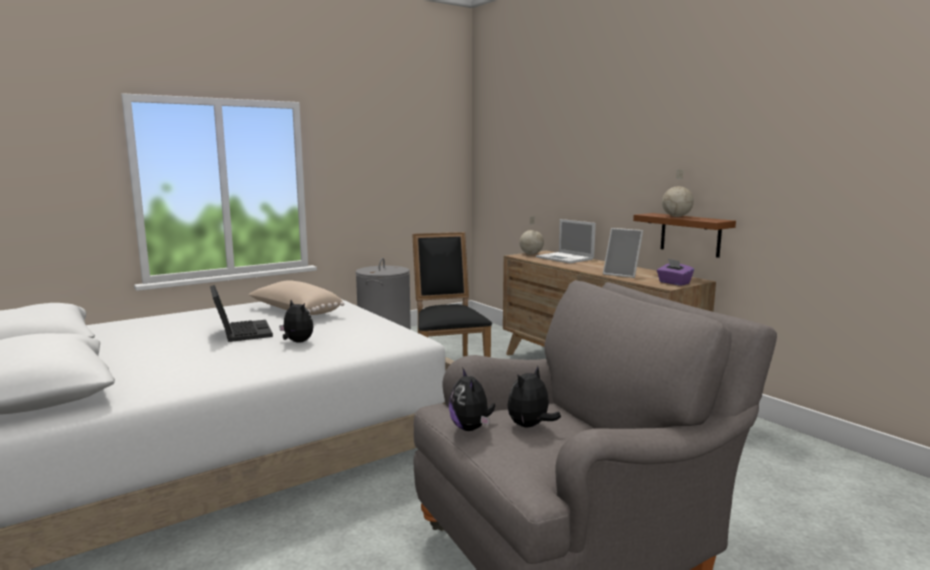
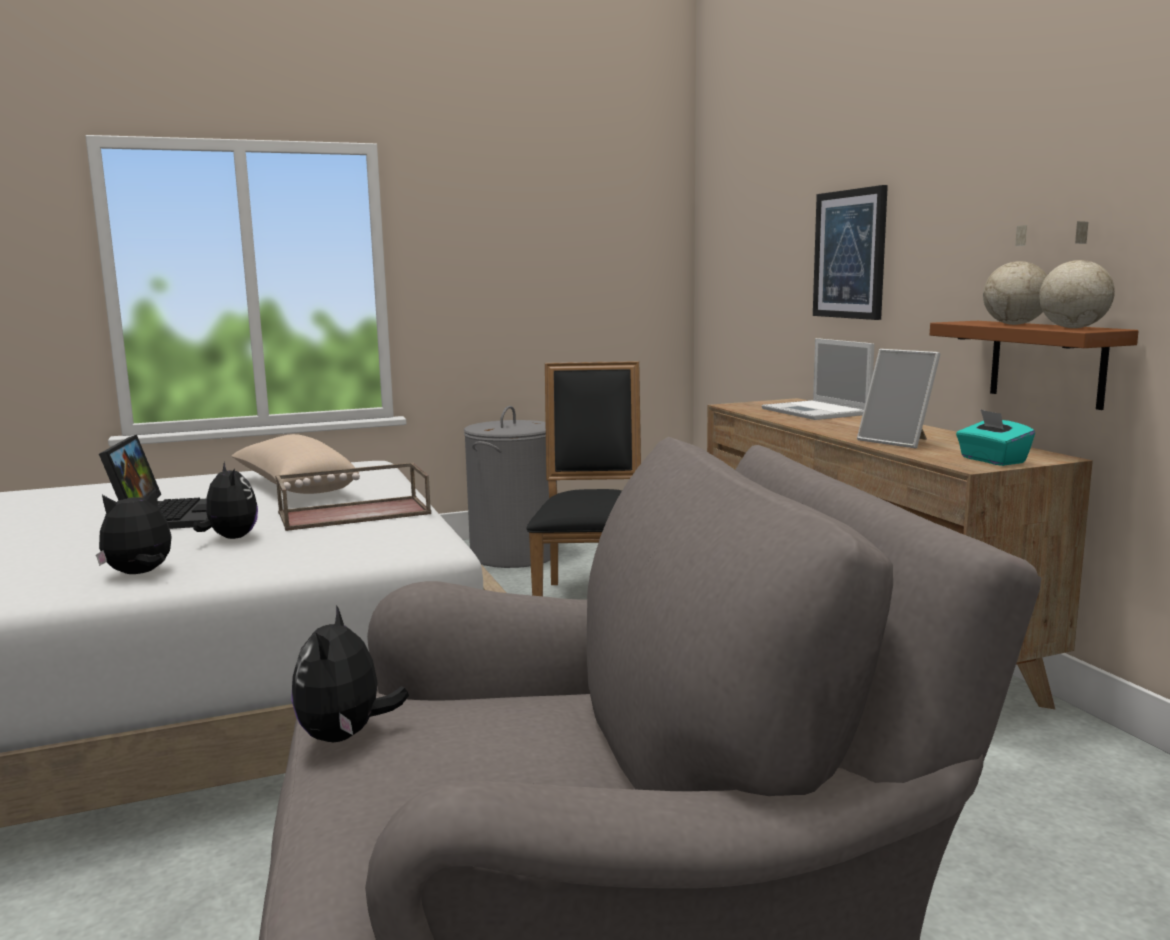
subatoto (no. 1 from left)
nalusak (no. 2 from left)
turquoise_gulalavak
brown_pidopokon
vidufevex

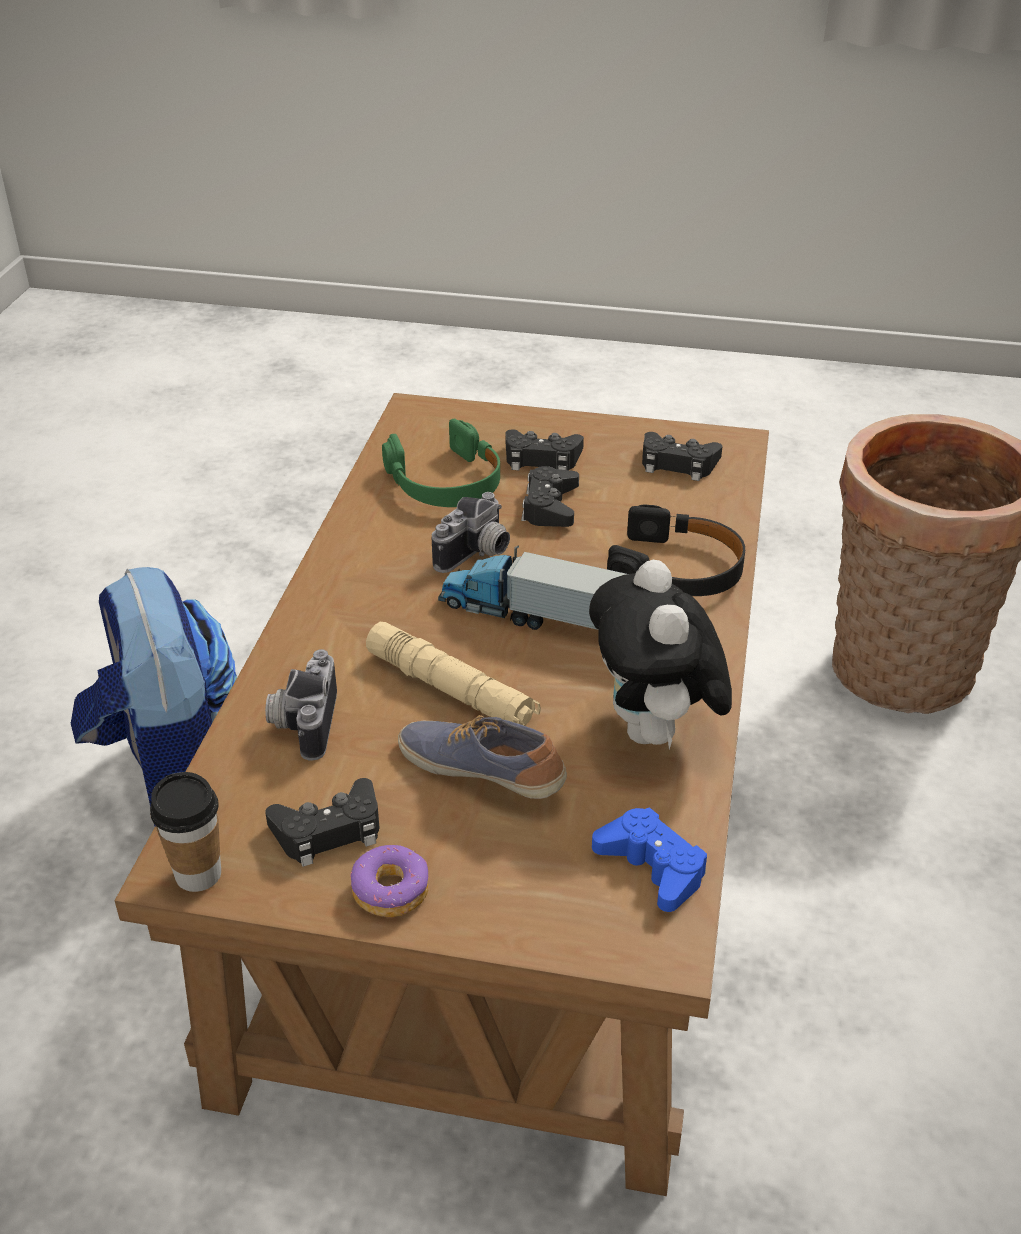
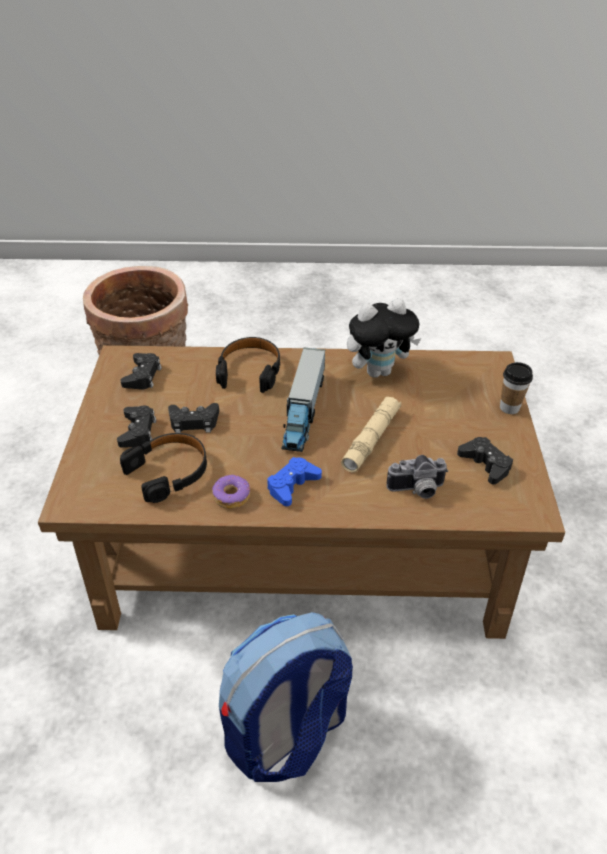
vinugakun
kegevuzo
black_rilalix (no. 1 from left)
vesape
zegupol (no. 2 from left in the first image)
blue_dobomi

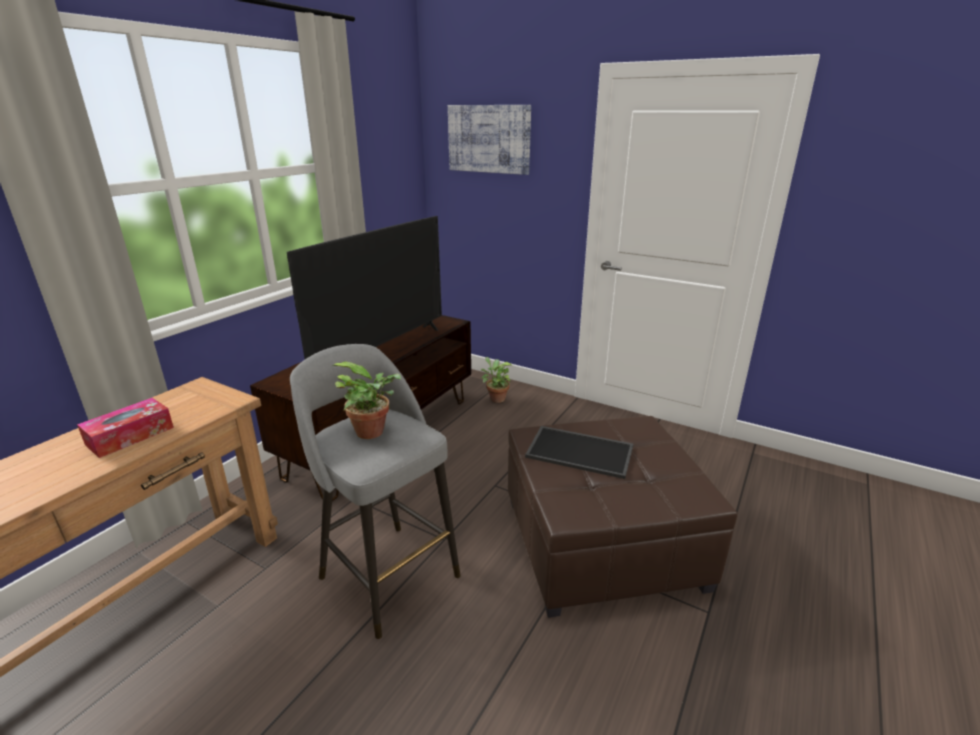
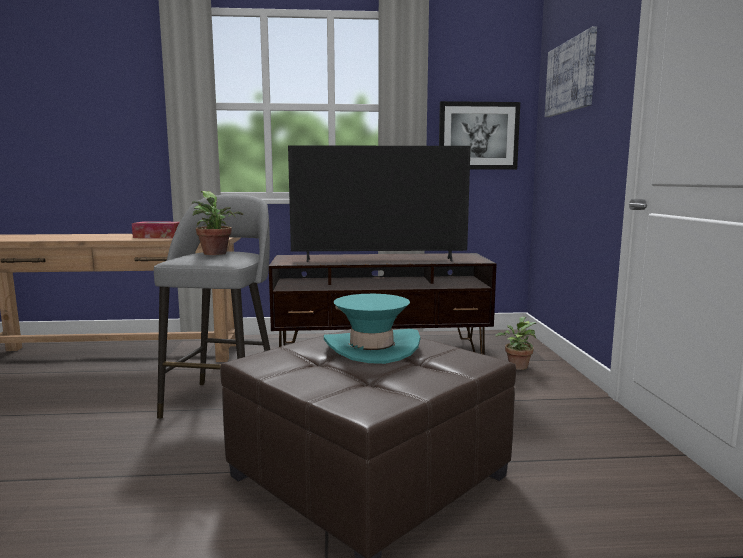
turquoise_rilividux
vidufevex (no. 1 from left)

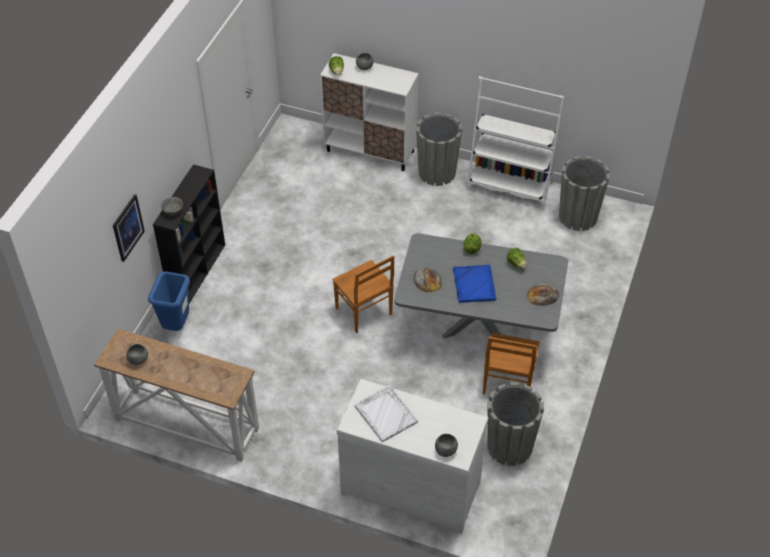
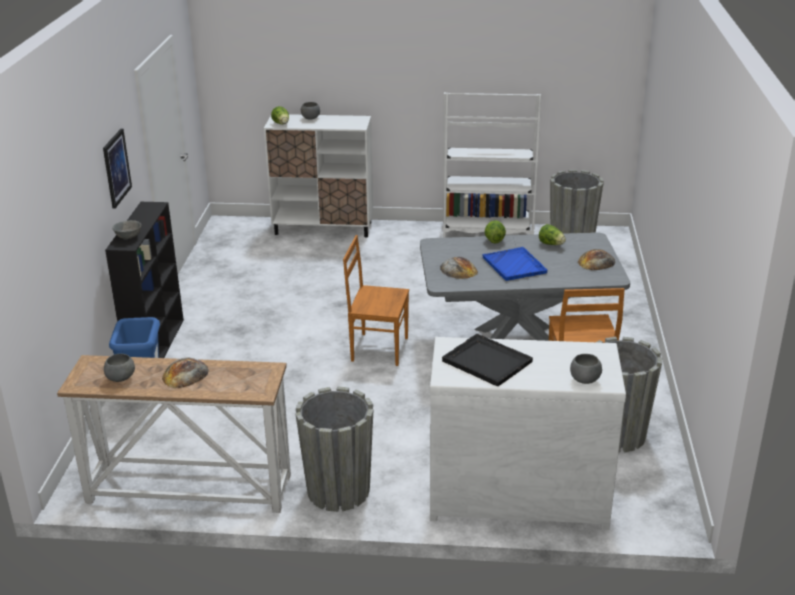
vidufevex
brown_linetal (no. 1 from left)
black_pidopokon
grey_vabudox (no. 1 from left)
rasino (no. 1 from left)

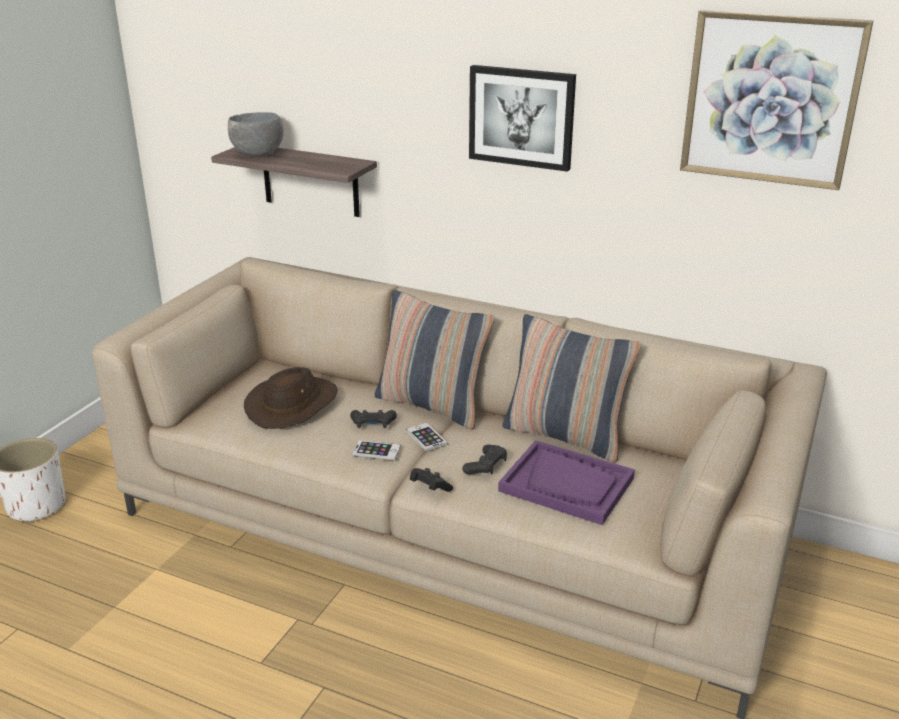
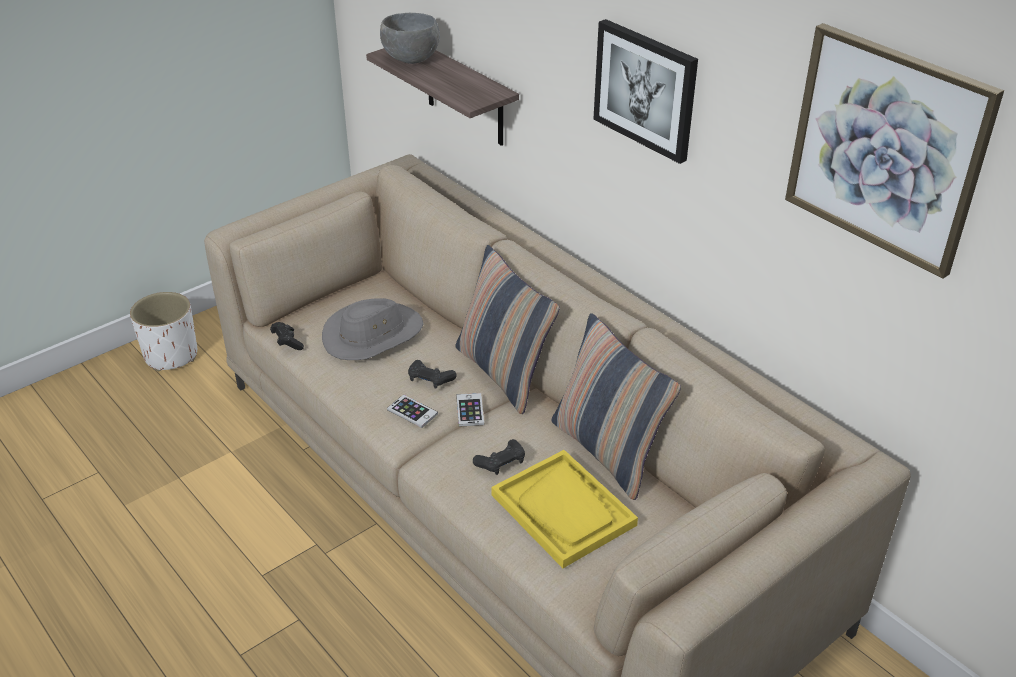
grey_rilividux
black_dobomi (no. 1 from left)
yellow_pidopokon

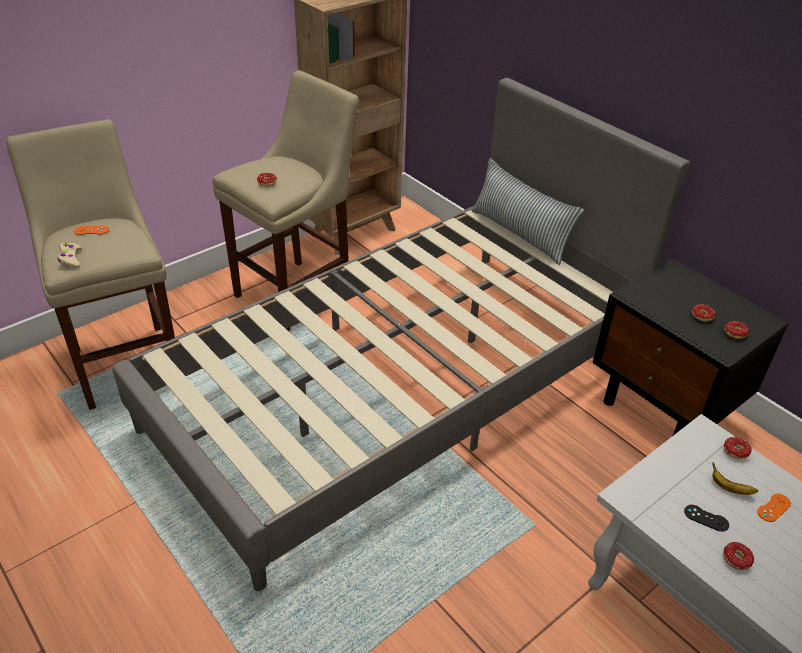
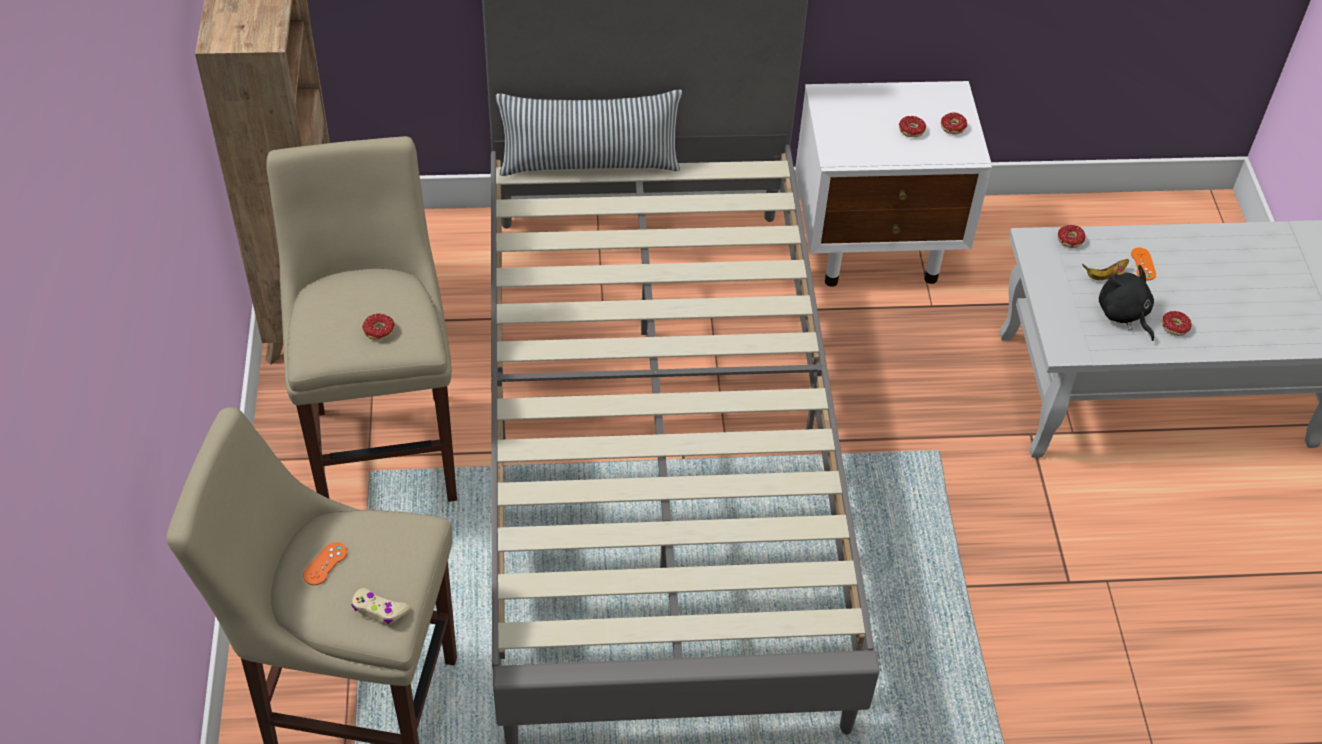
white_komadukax
black_subatoto

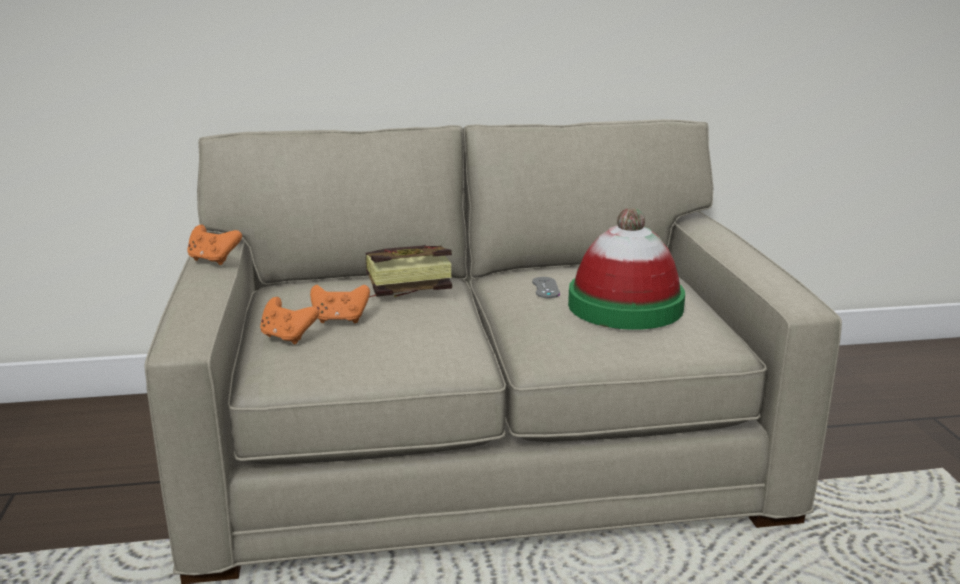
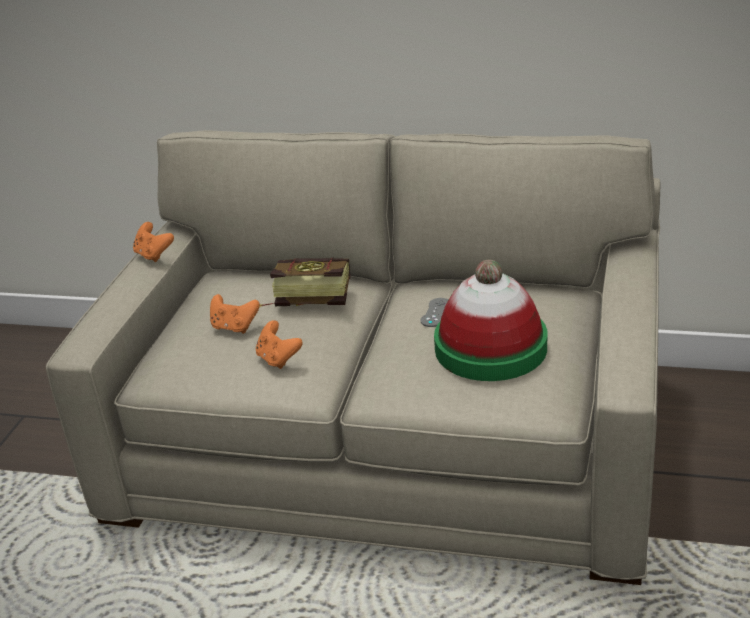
orange_dobomi (no. 3 from left)

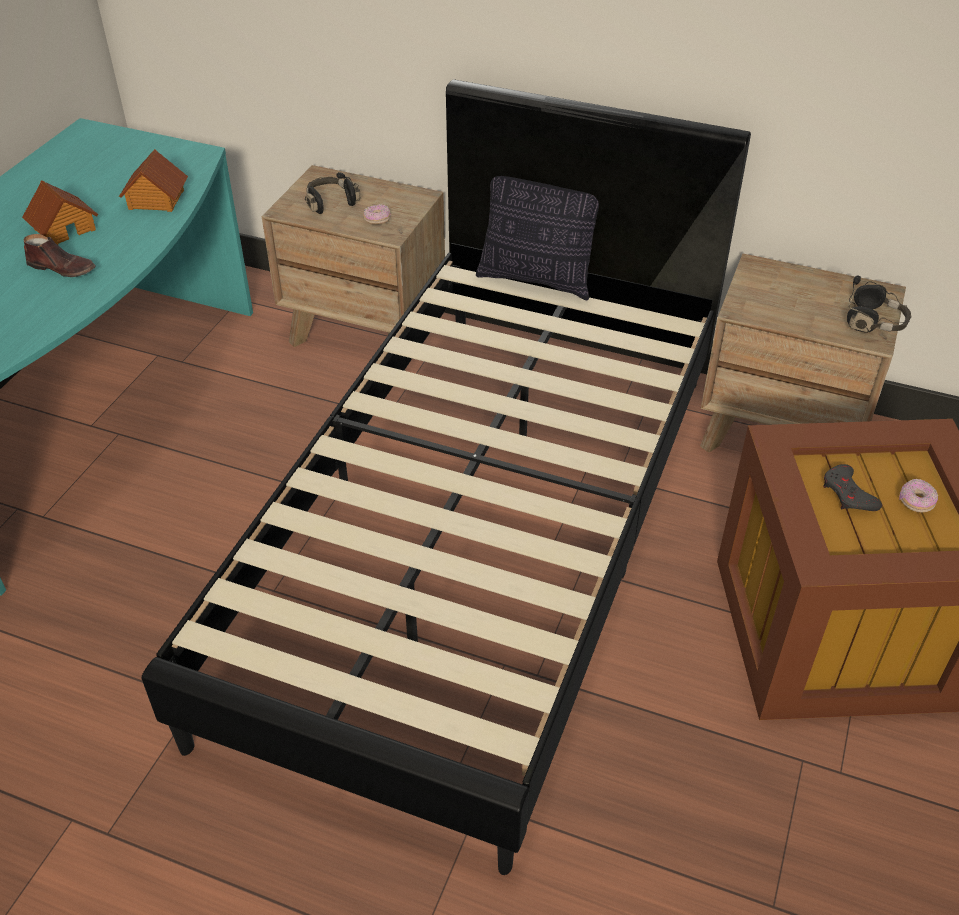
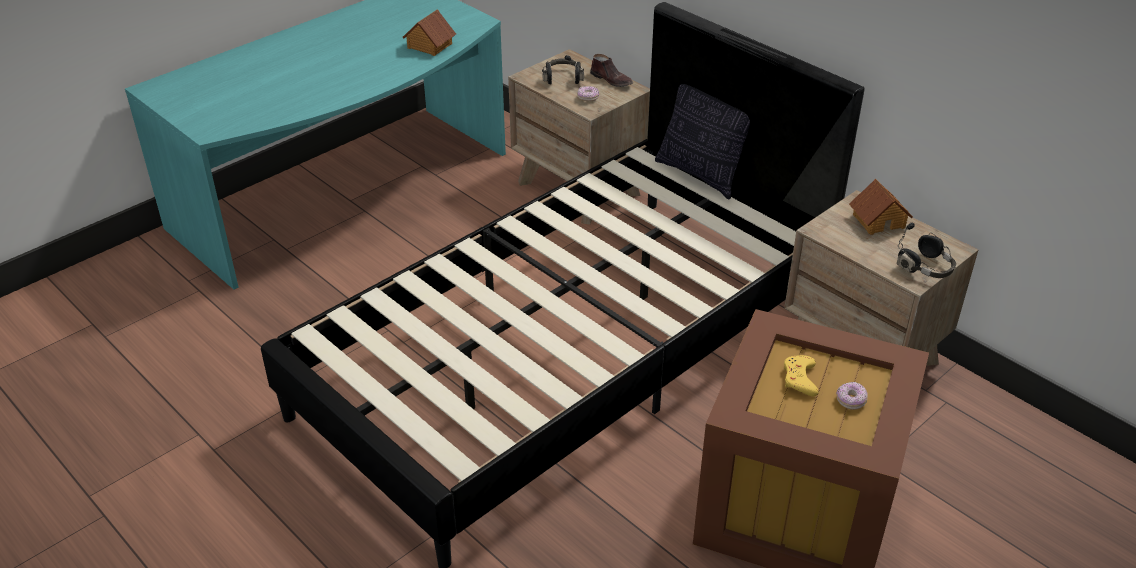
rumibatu (no. 2 from left)
brown_vesape
yellow_dobomi

